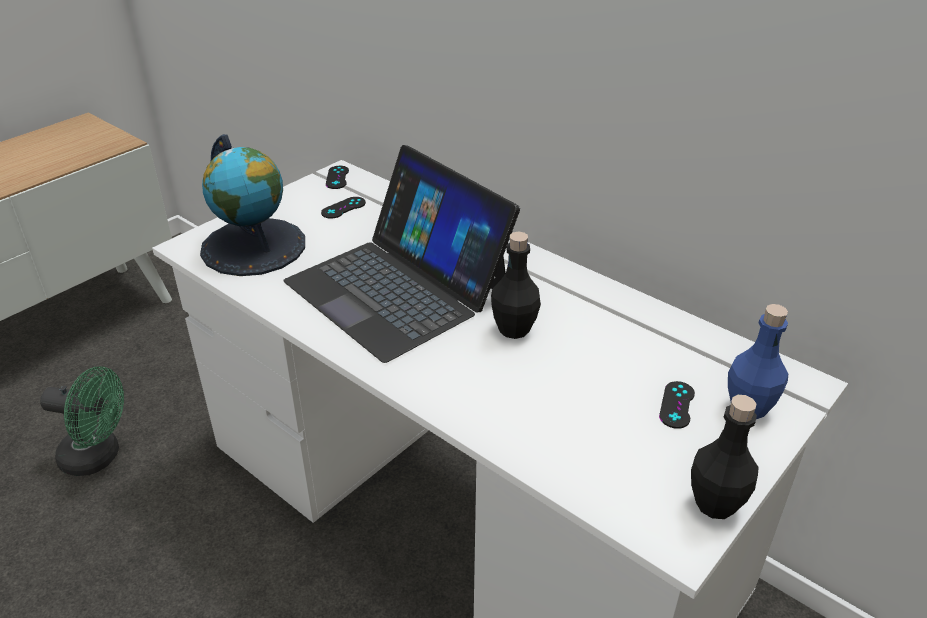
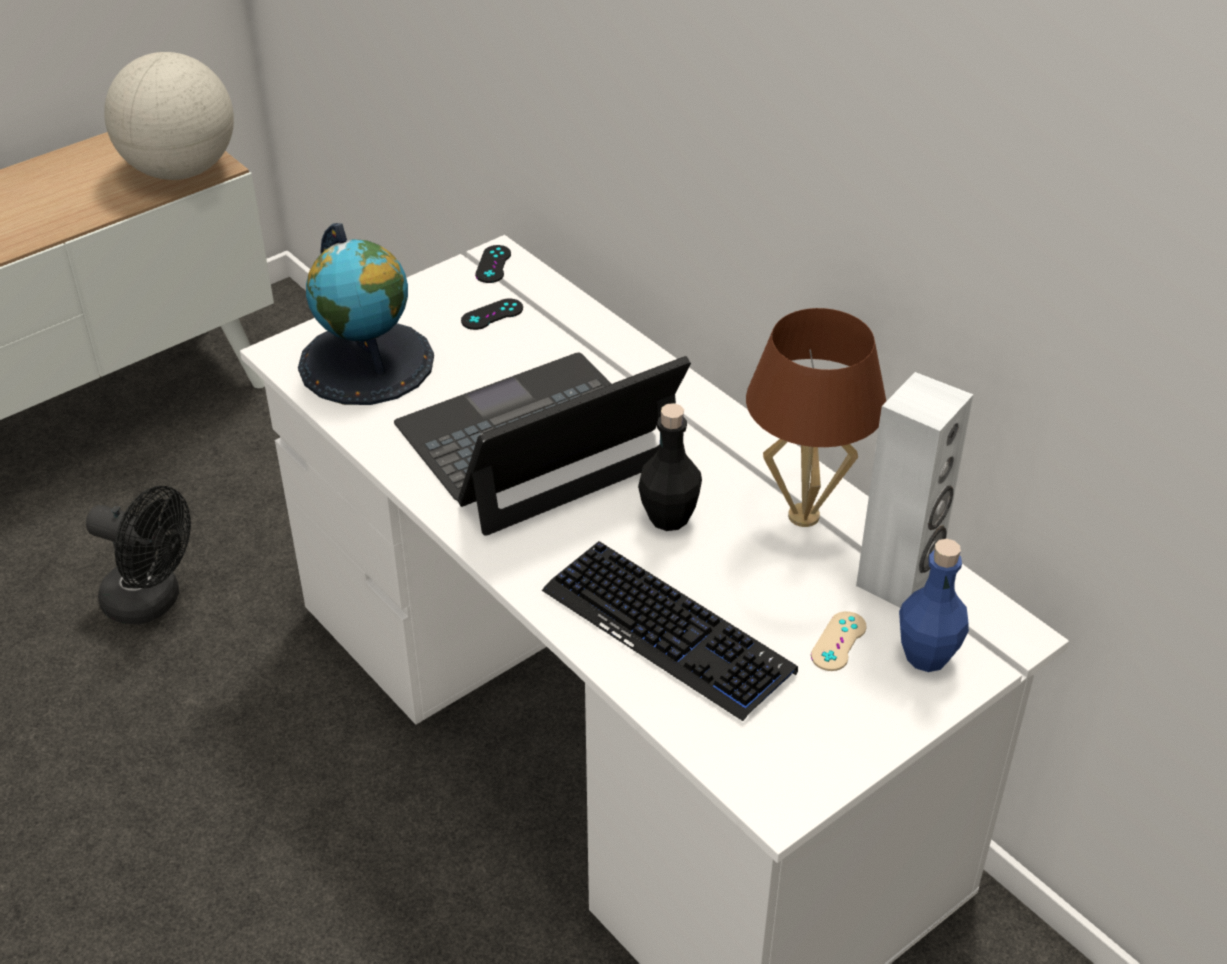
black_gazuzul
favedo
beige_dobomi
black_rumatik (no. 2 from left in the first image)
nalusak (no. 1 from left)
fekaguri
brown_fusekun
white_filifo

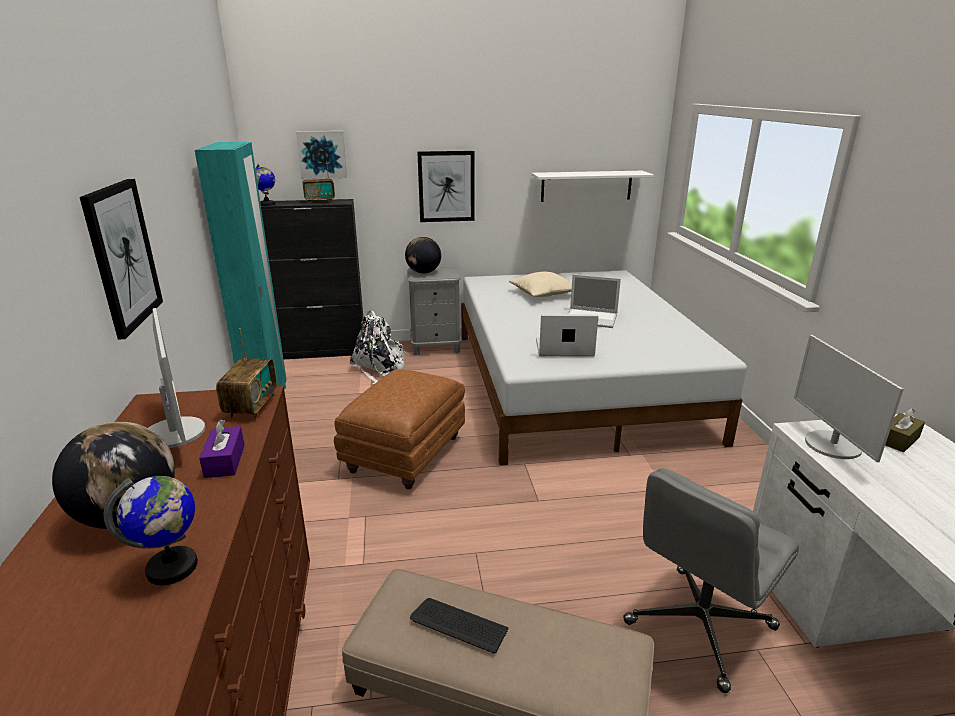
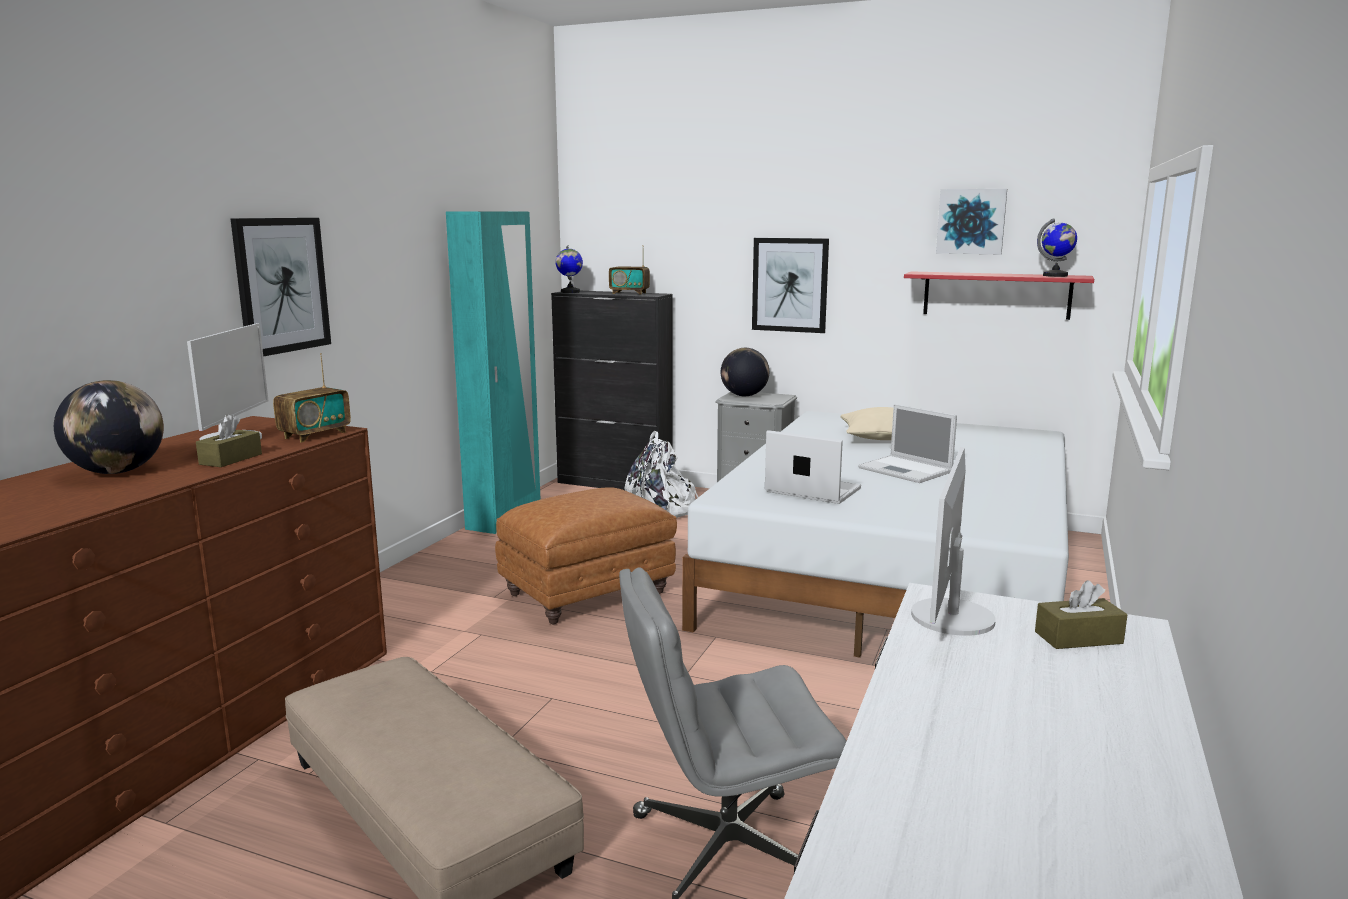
nalusak (no. 4 from left)
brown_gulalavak (no. 1 from left)
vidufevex (no. 3 from left)
fekaguri
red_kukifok

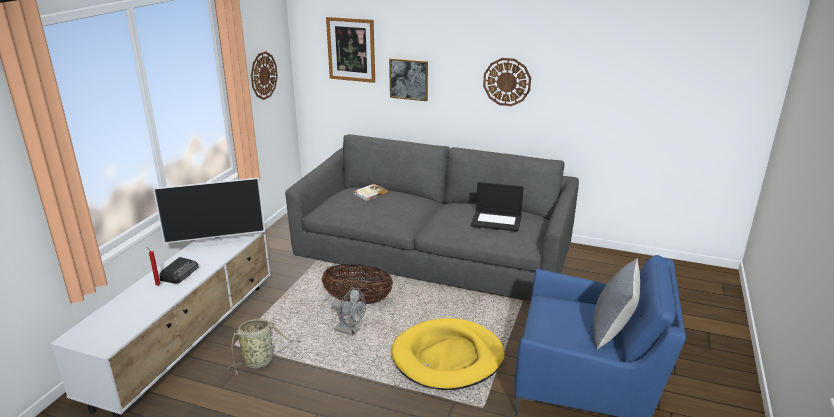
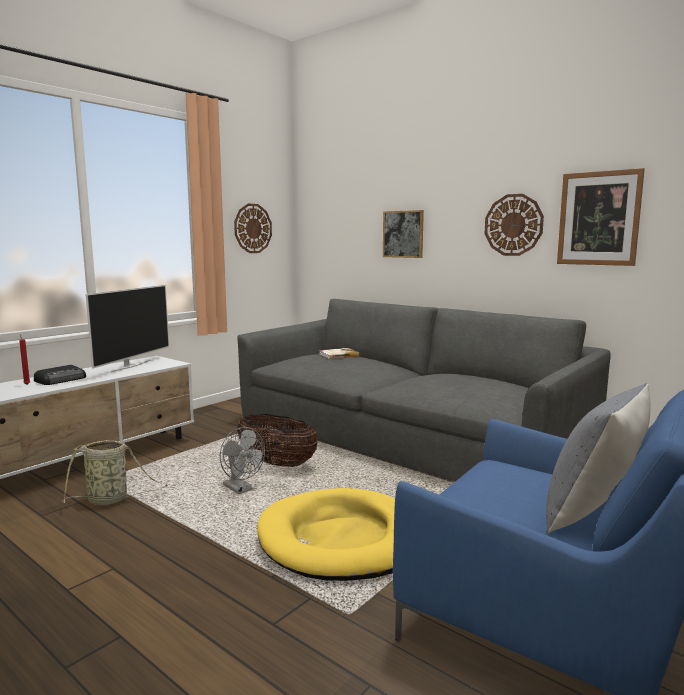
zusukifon
vidufevex (no. 2 from left)
favedo

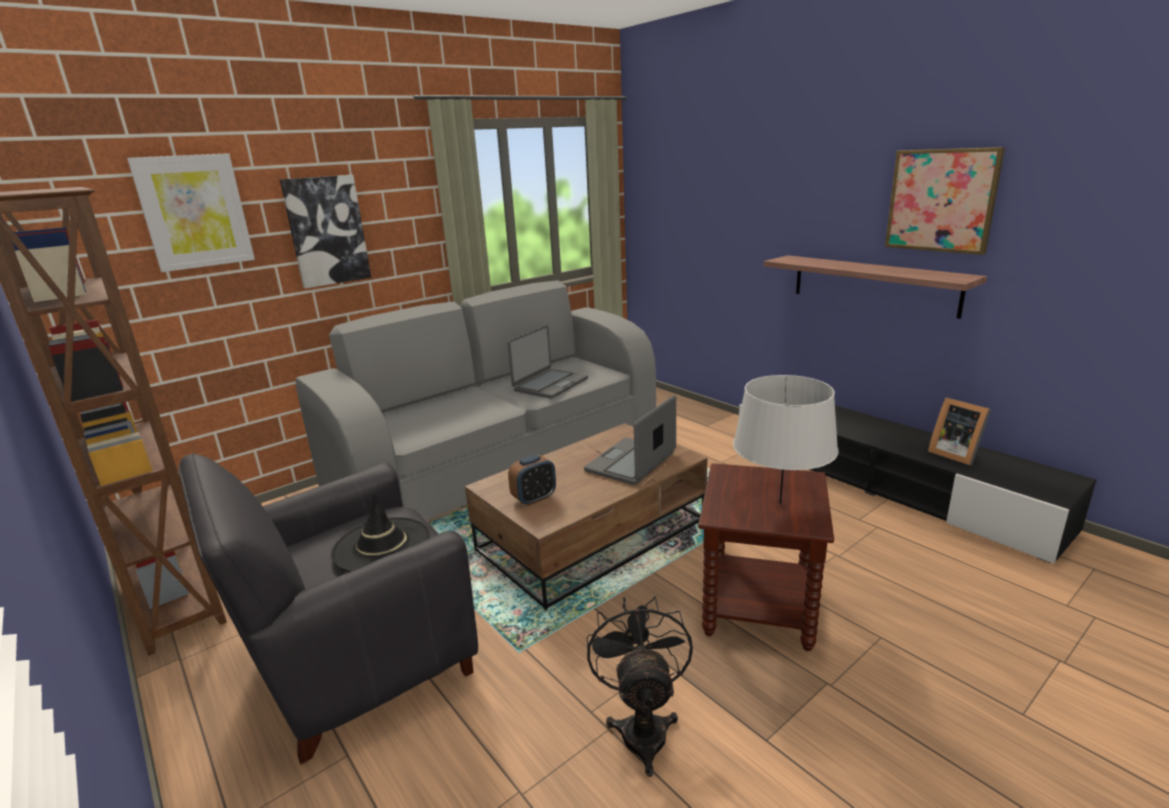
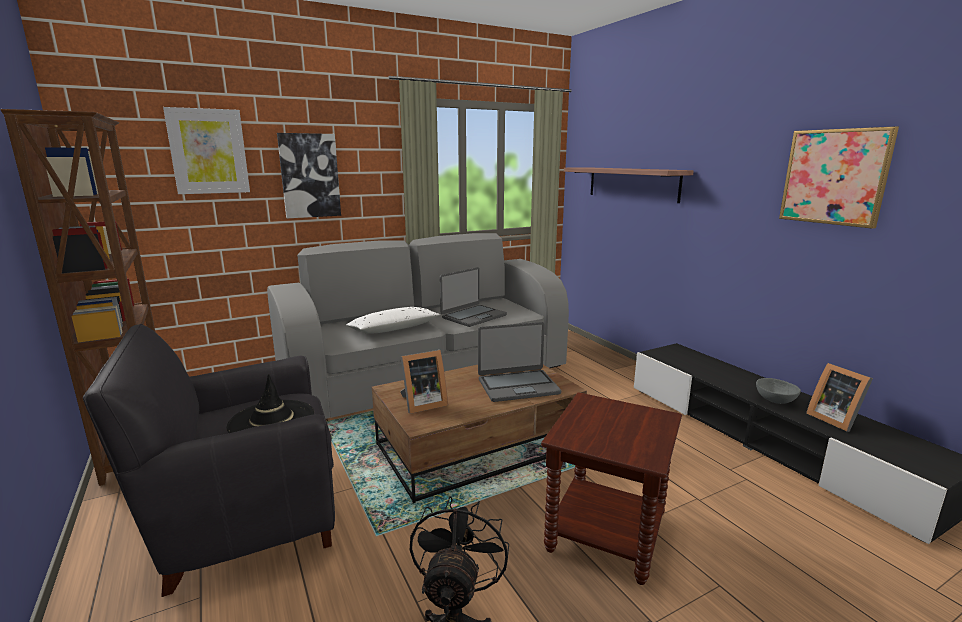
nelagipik (no. 1 from left)
favedo (no. 2 from left)
grey_fusekun
kukifok
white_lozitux
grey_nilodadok

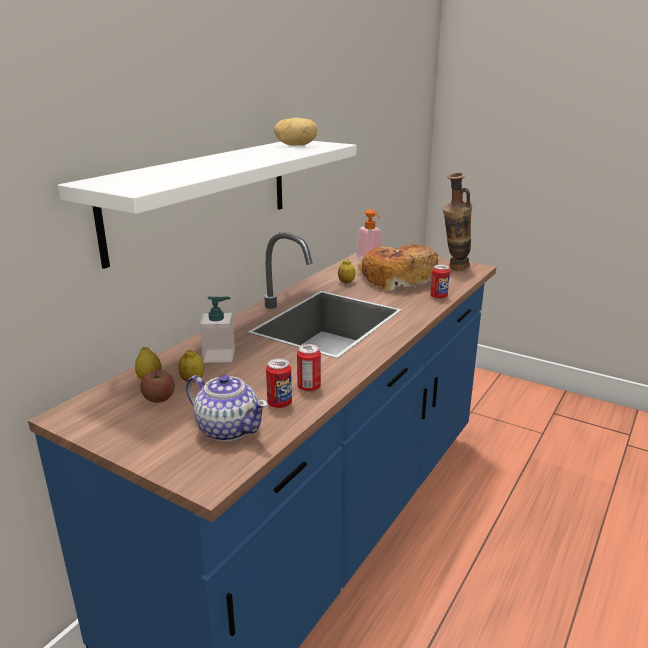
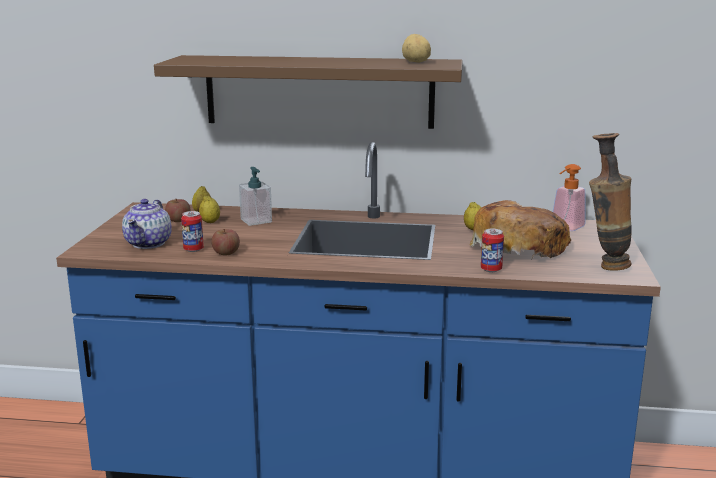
brown_kukifok
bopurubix (no. 2 from left)

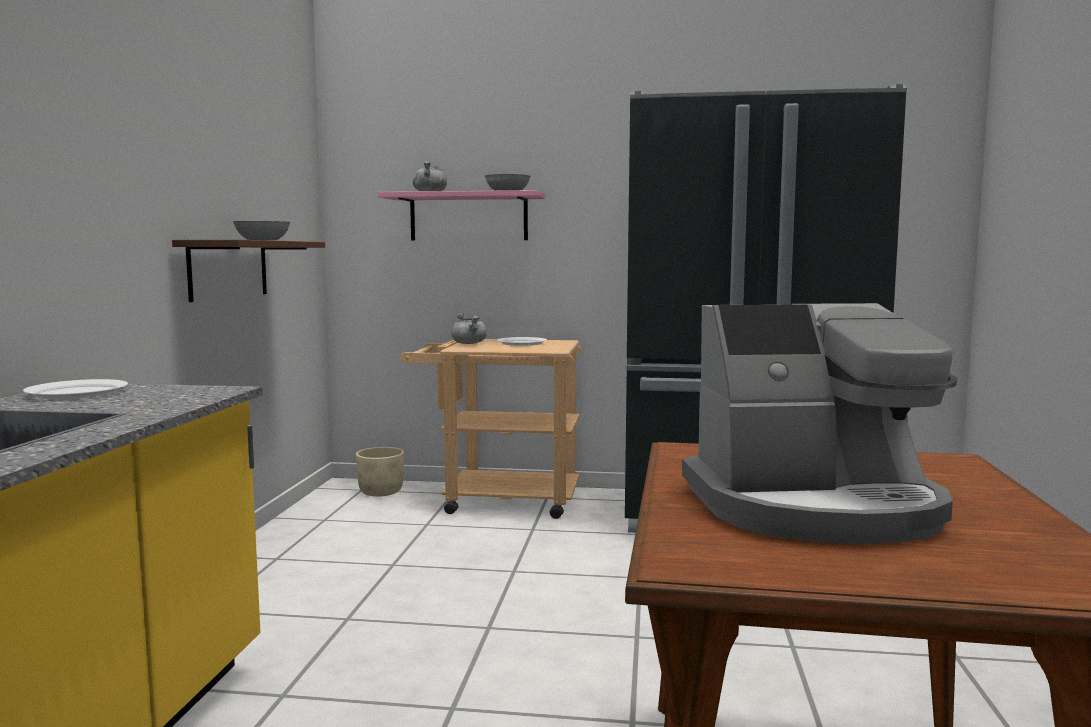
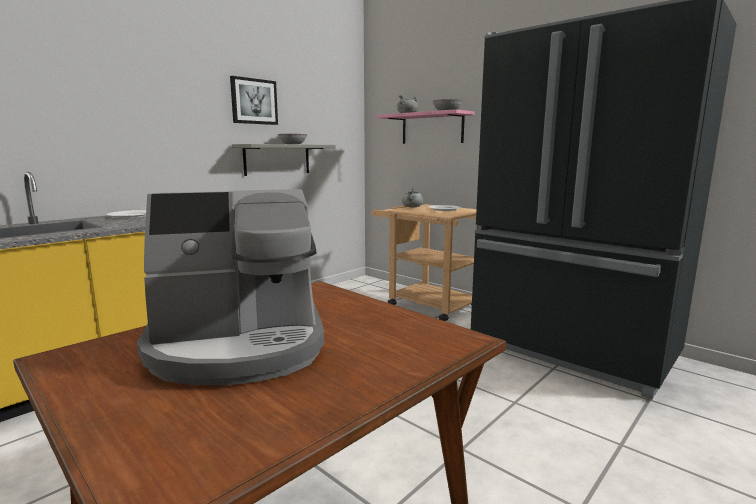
grey_kukifok
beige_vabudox
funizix
vidufevex

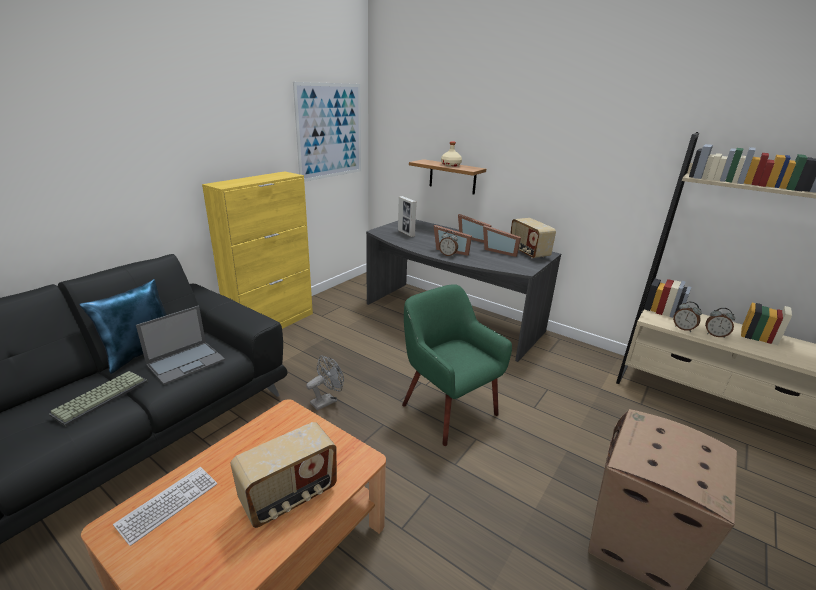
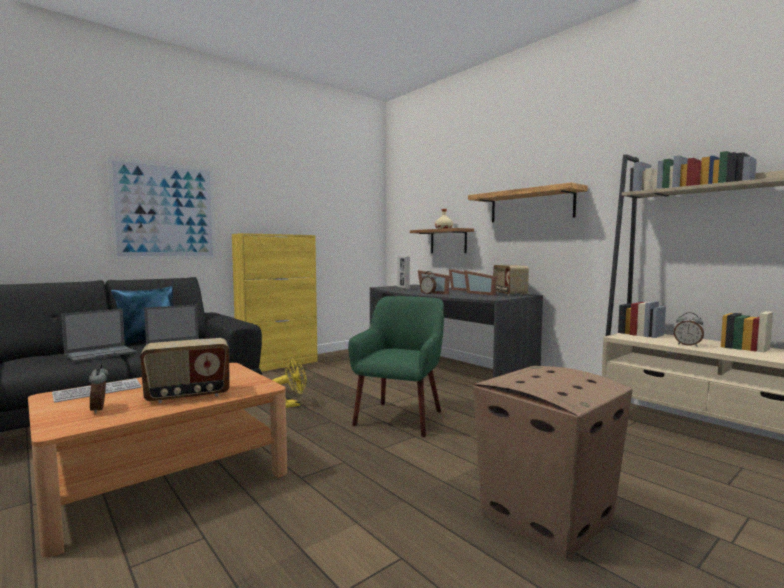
favedo (no. 1 from left)
vidufevex
yellow_gazuzul
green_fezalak
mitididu (no. 1 from left)
kukifok (no. 2 from left)

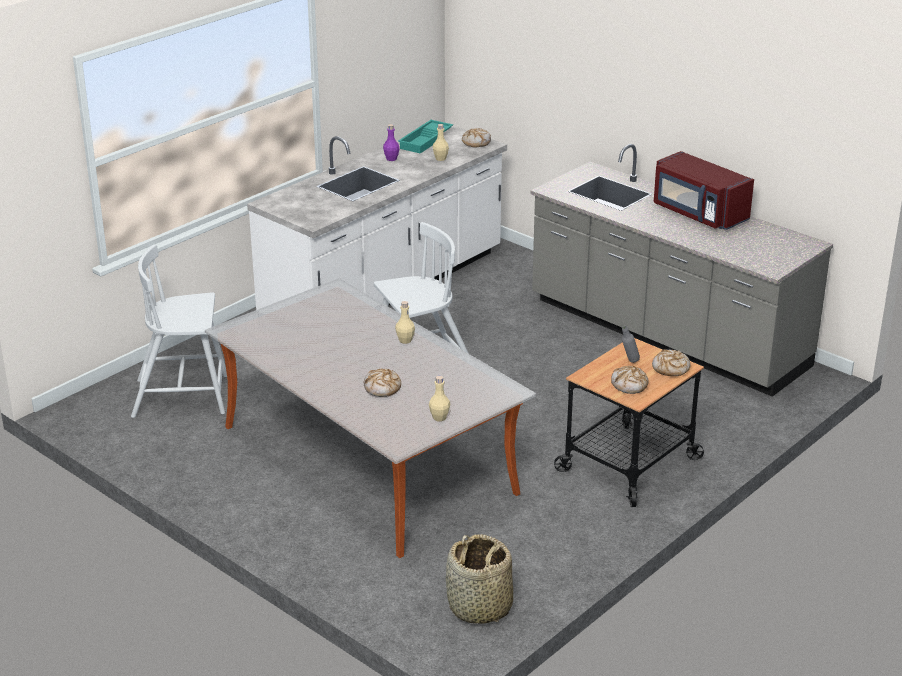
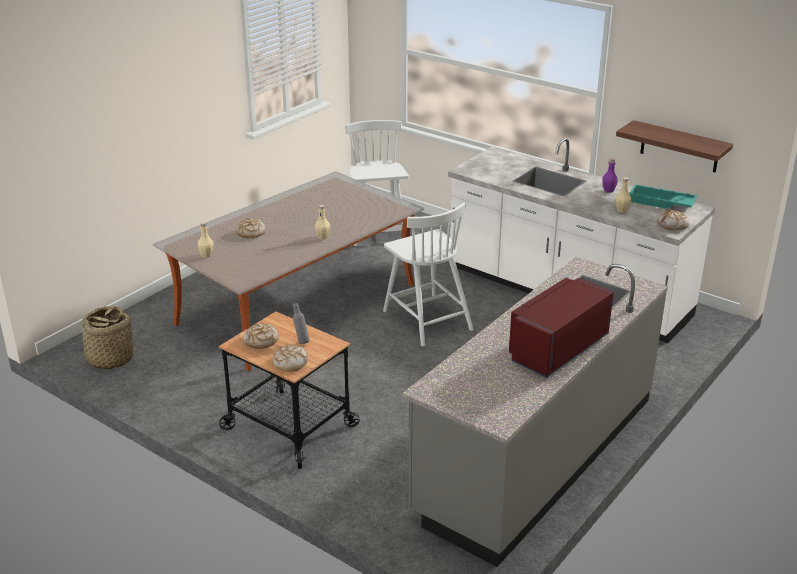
kukifok

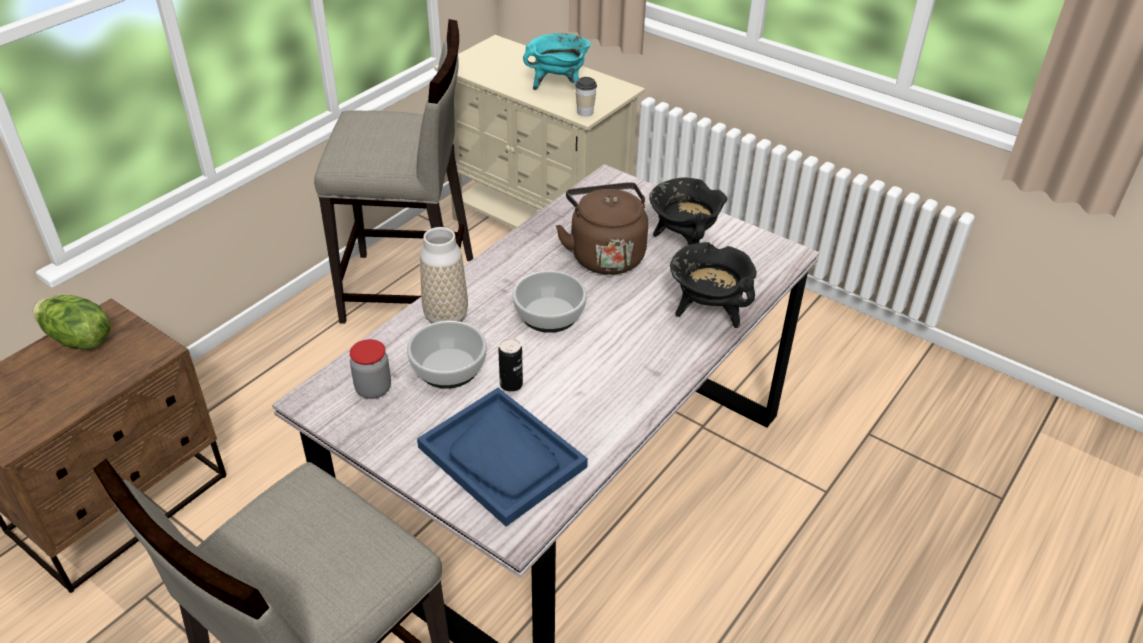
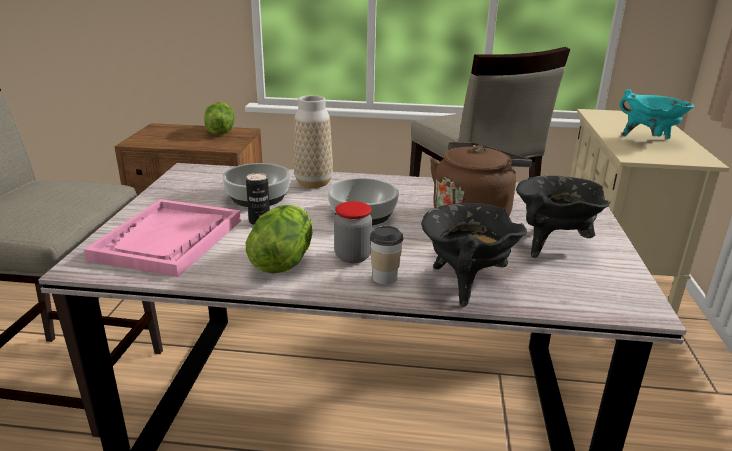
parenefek
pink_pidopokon
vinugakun
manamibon (no. 2 from left)

